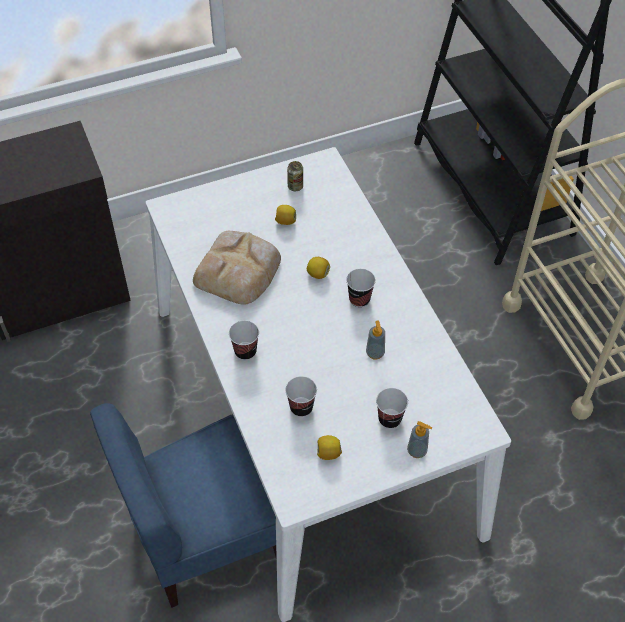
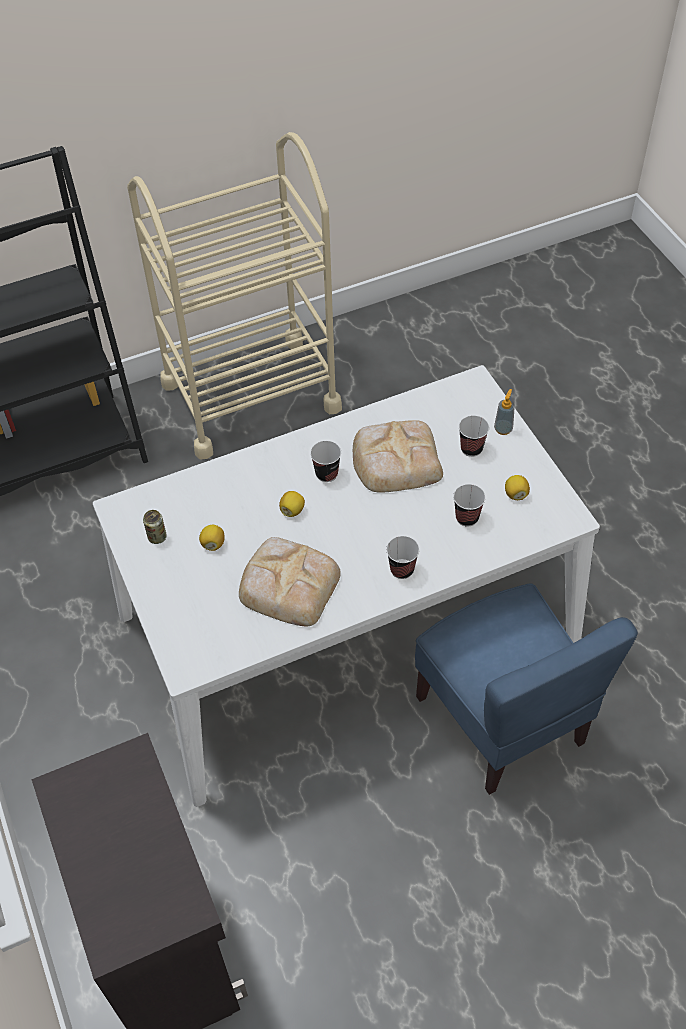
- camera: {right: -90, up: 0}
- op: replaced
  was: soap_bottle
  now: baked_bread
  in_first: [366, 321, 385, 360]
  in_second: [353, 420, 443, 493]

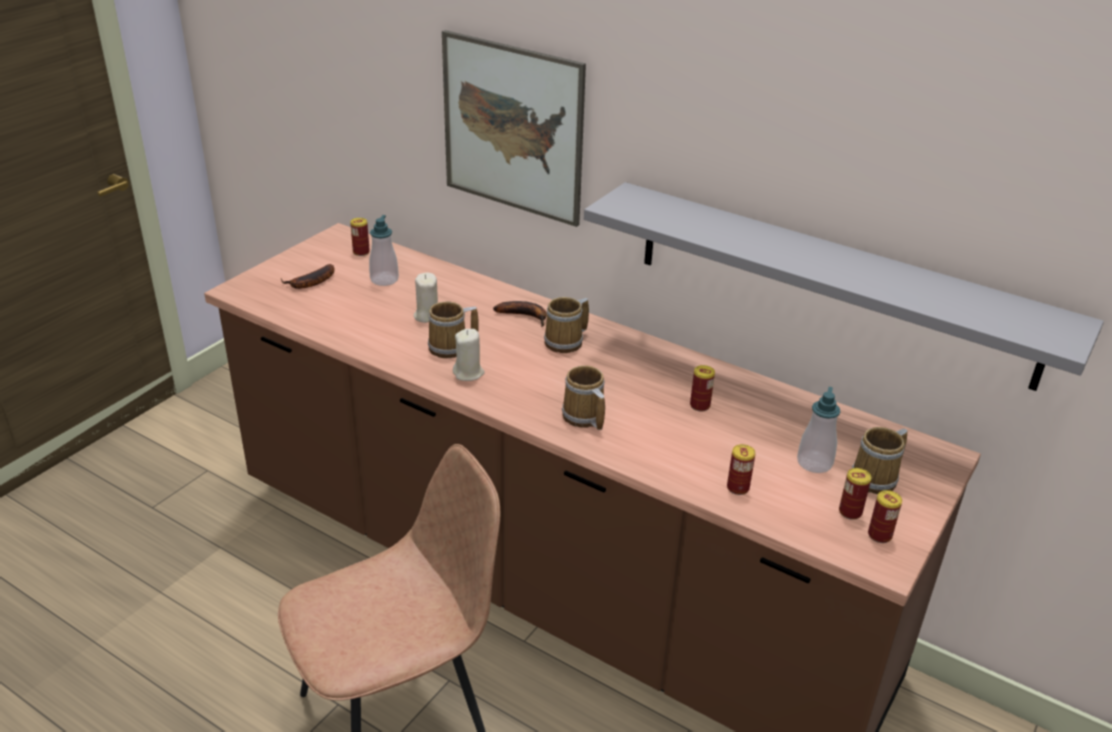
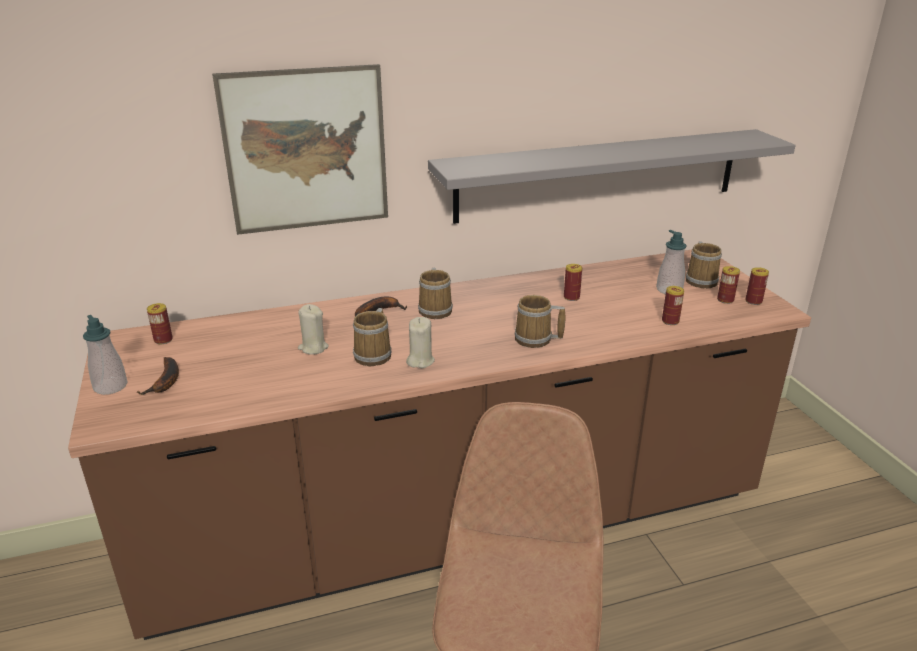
- camera: {right: -50, up: -5}
- op: moved
  was: soap_bottle
  in_first: [369, 215, 399, 286]
  in_second: [83, 315, 128, 395]

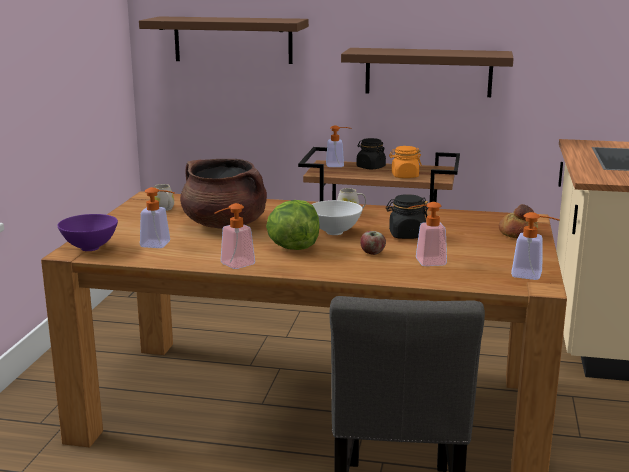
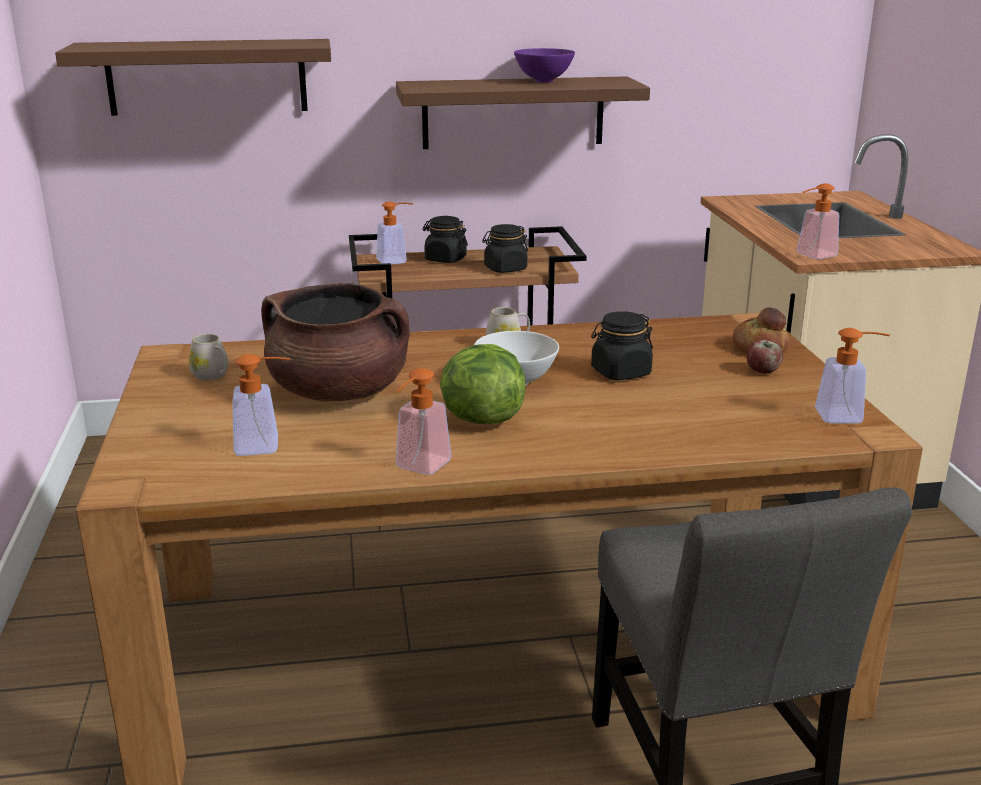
- camera: {right: -20, up: 5}
- op: moved
  was: purple-coloured_bowl
  in_first: [57, 214, 118, 251]
  in_second: [514, 48, 575, 83]
- op: moved
  was: apple_fruit
  in_first: [360, 231, 386, 255]
  in_second: [747, 340, 783, 374]
- op: moved
  was: soap_bottle
  in_first: [408, 202, 447, 266]
  in_second: [797, 183, 839, 259]
- op: recoloured
  was: orange-coloured_storage_jar
  now: black-coloured_storage_jar
  in_first: [389, 146, 422, 178]
  in_second: [482, 224, 528, 273]

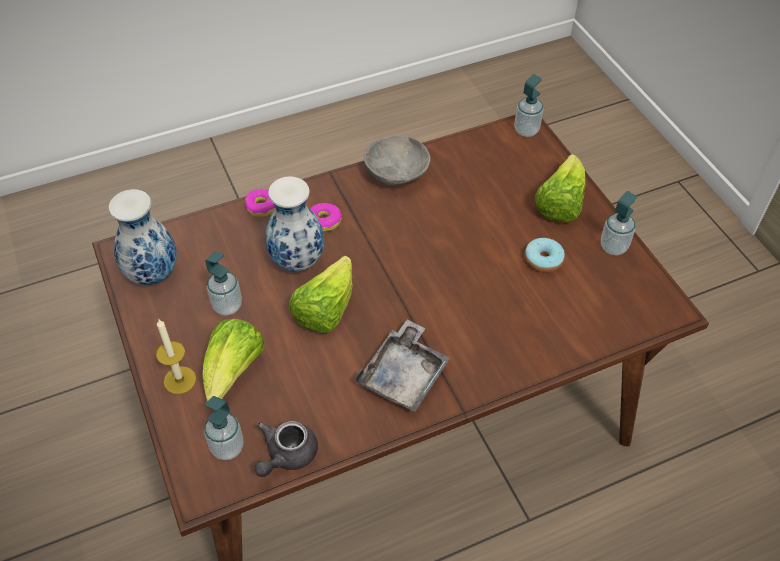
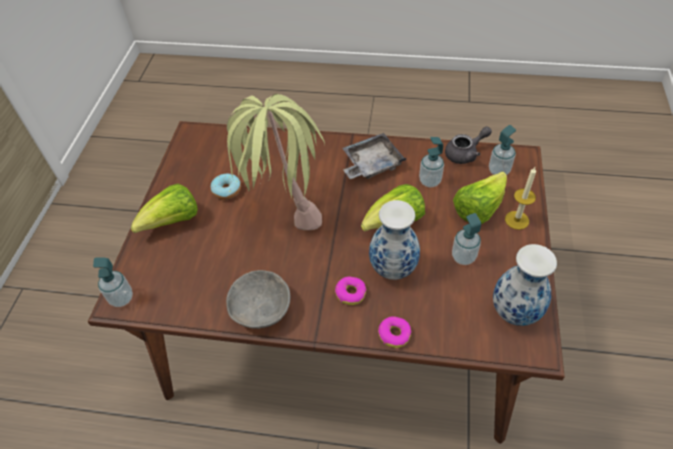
- camera: {right: -145, up: 0}
- op: added
  now: houseplant
  in_second: [227, 94, 325, 230]
- op: moved
  was: soap_bottle
  in_first: [601, 191, 637, 255]
  in_second: [419, 137, 444, 187]

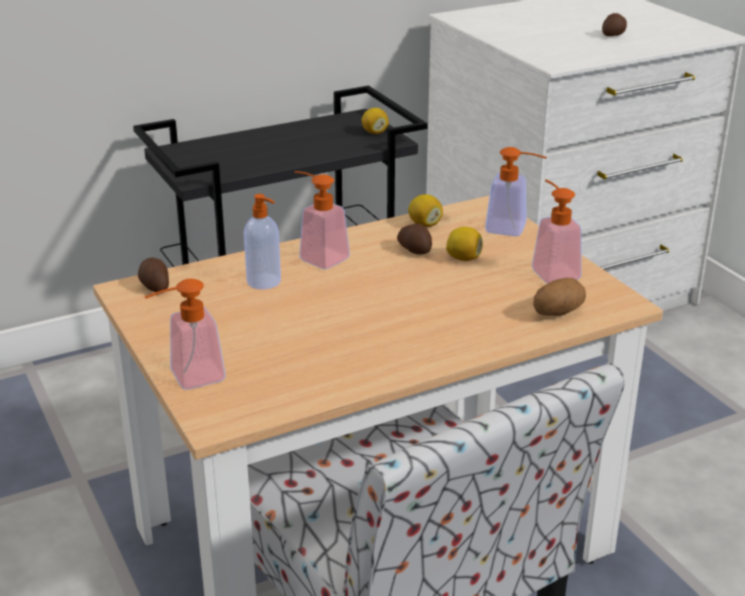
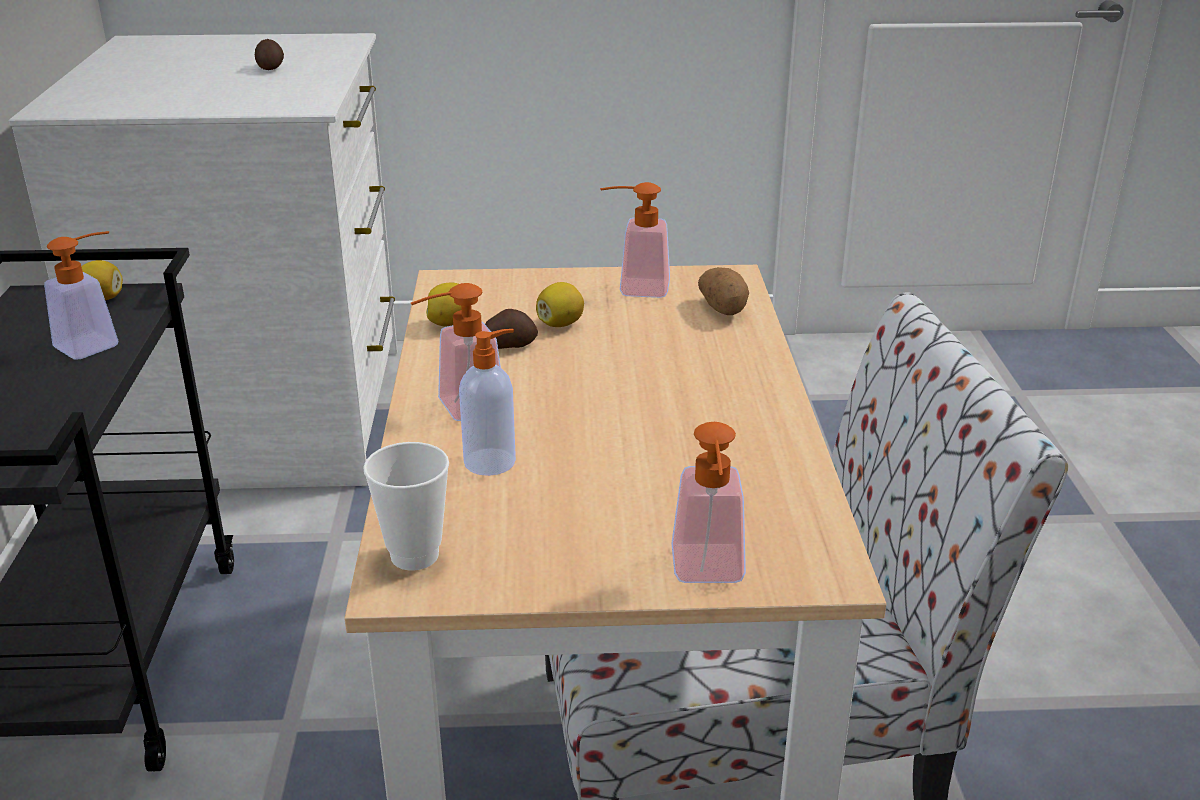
- camera: {right: -65, up: 0}
- op: moved
  was: soap_bottle
  in_first: [485, 147, 547, 236]
  in_second: [44, 231, 118, 360]
- op: replaced
  was: spud
  now: small_cup
  in_first: [138, 257, 169, 292]
  in_second: [363, 442, 449, 570]

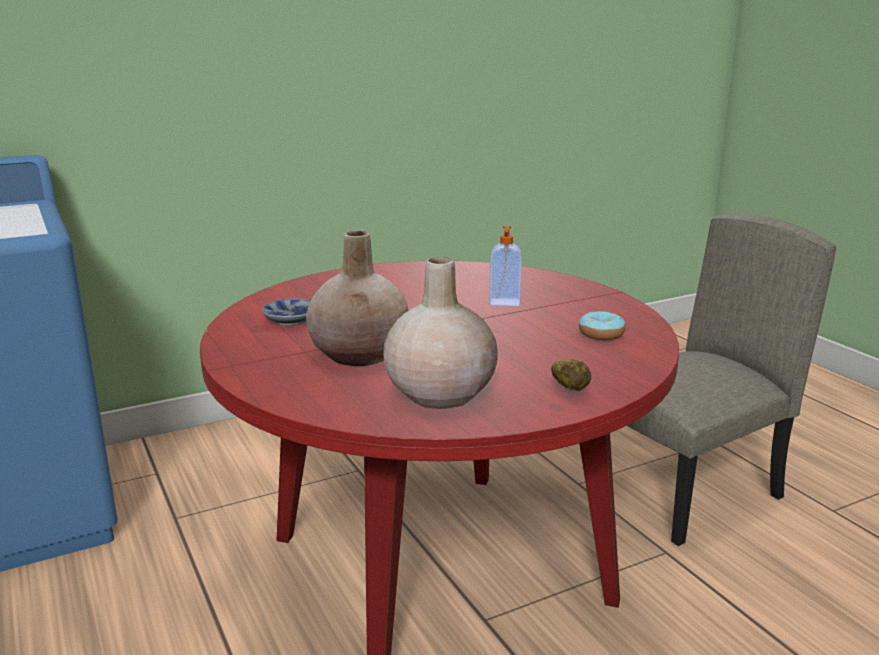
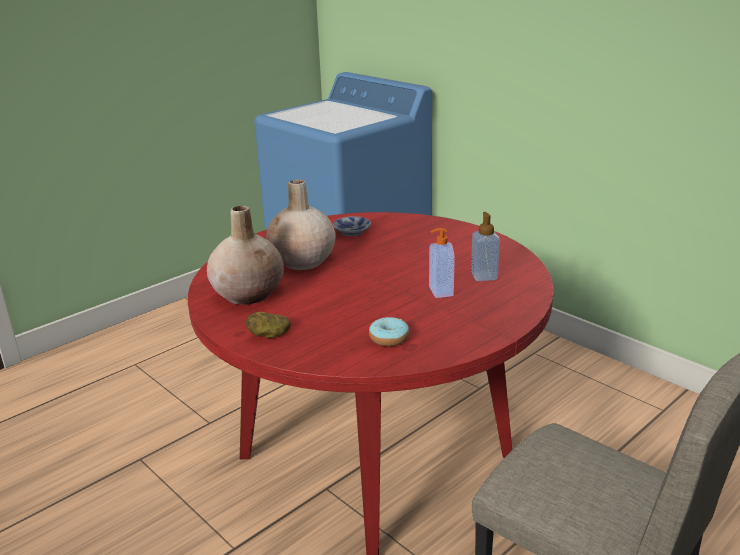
- camera: {right: 75, up: 5}
- op: added
  now: soap_bottle
  in_second: [471, 212, 500, 281]

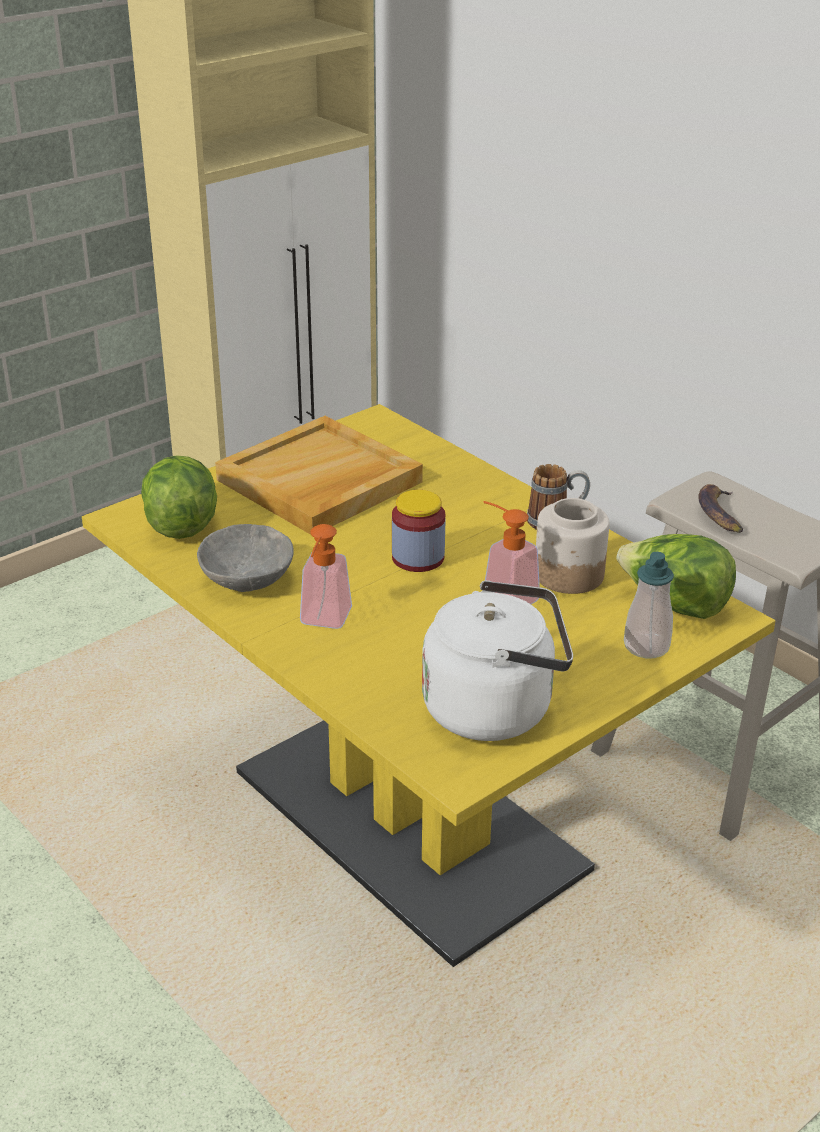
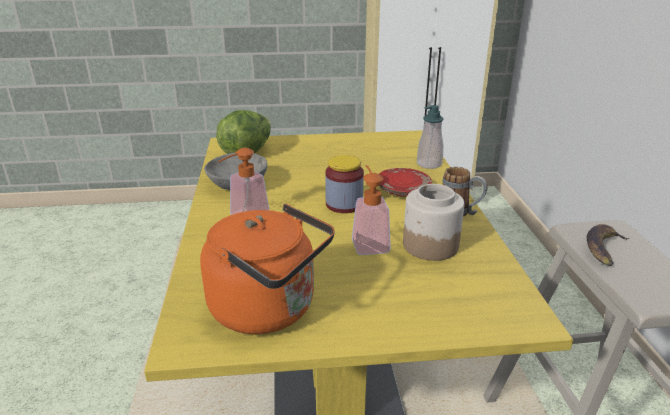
- camera: {right: 35, up: -5}
- op: removed
  was: sand-coloured_carrying_tray
  in_first: [215, 416, 423, 535]
- op: removed
  was: head_of_lettuce
  in_first: [617, 534, 736, 619]
- op: added
  now: red_plate
  in_second: [379, 168, 432, 197]
- op: moved
  was: soap_bottle
  in_first: [624, 552, 674, 658]
  in_second: [417, 105, 444, 169]
- op: recoloured
  was: white_water_kettle
  now: orange-coloured_water_kettle
  in_first: [422, 580, 573, 741]
  in_second: [200, 204, 335, 334]

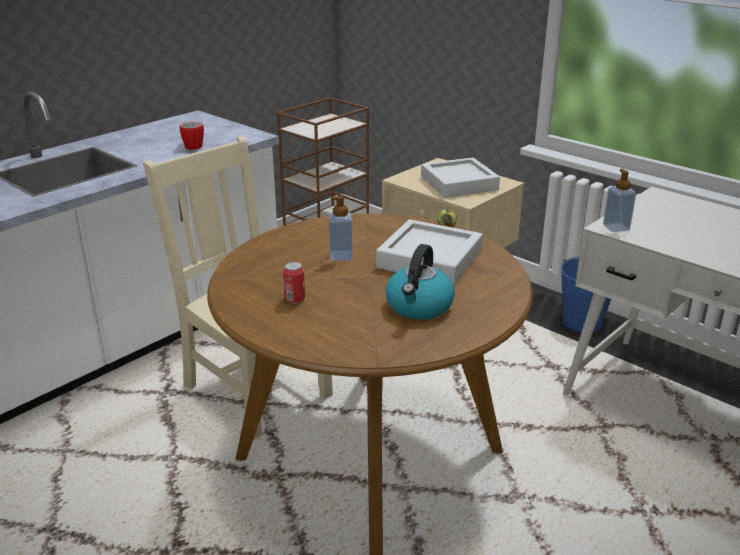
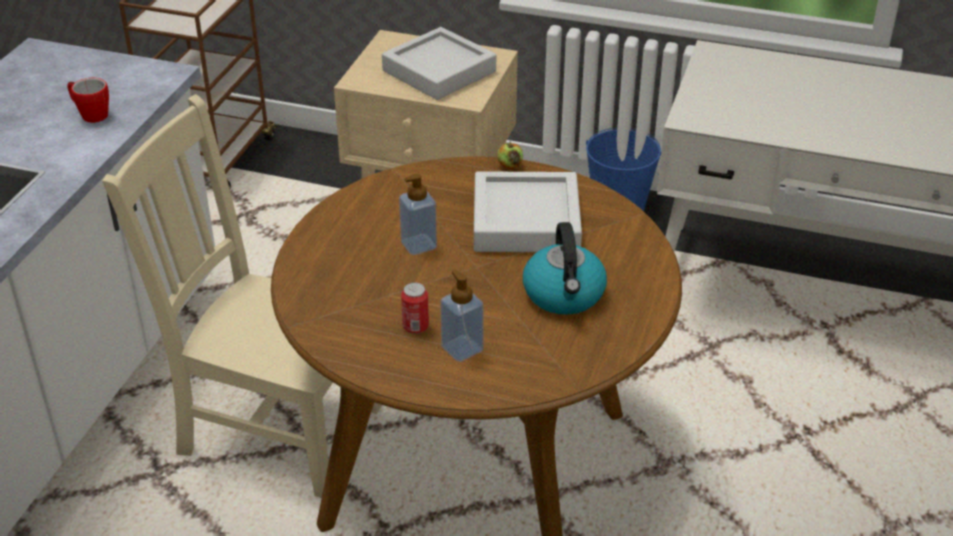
- camera: {right: -25, up: 10}
- op: moved
  was: soap_bottle
  in_first: [603, 169, 636, 232]
  in_second: [440, 270, 484, 362]

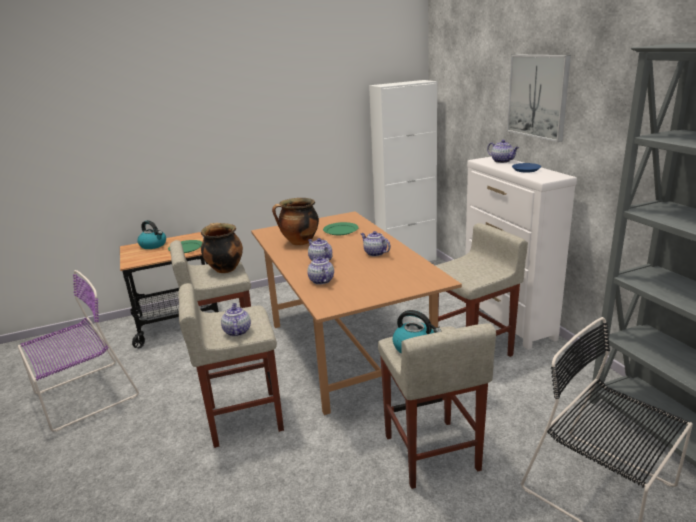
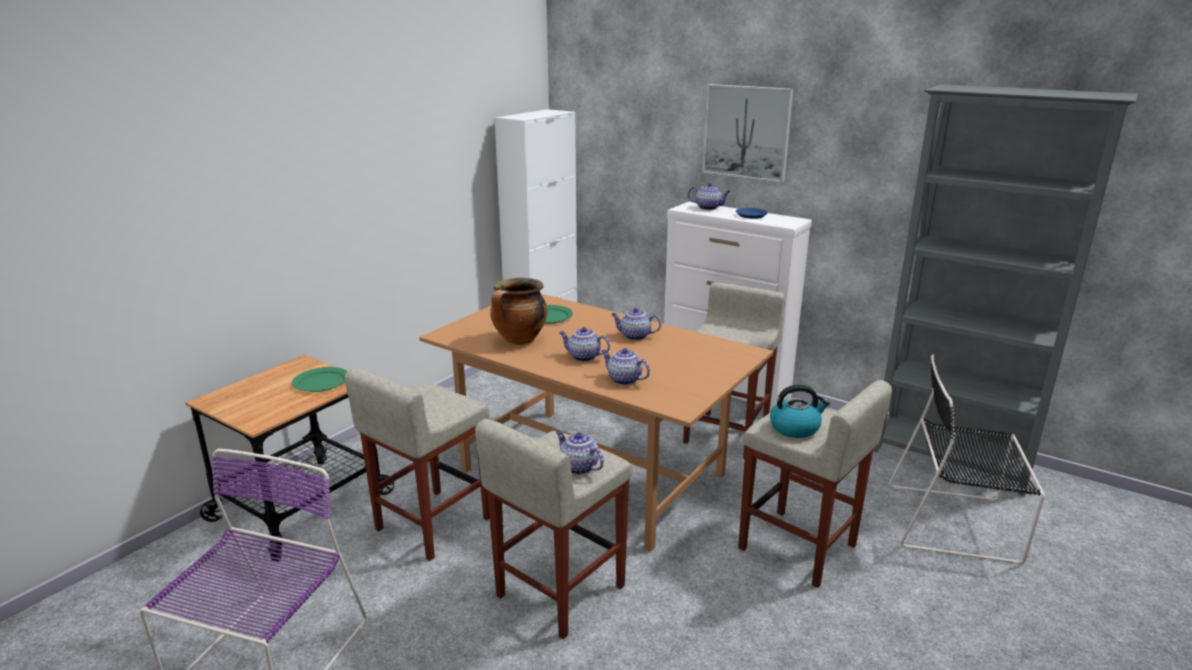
- camera: {right: -35, up: 0}
- op: removed
  was: water_kettle
  in_first: [138, 220, 166, 249]
- op: removed
  was: saucepot
  in_first: [201, 223, 243, 273]

